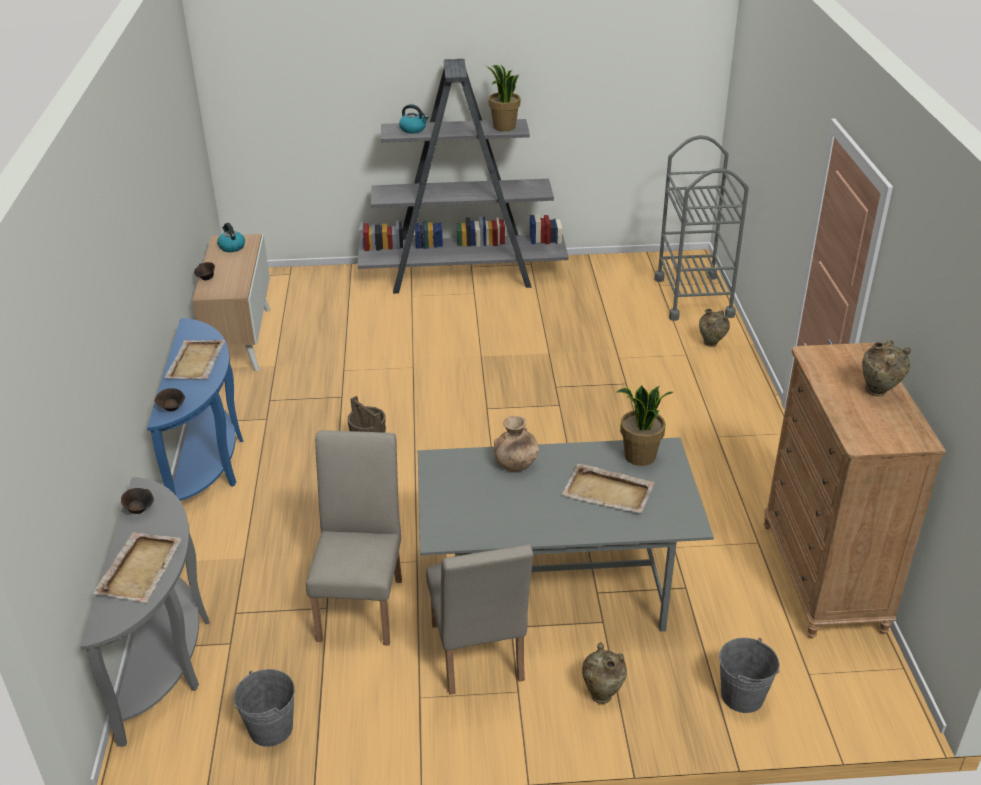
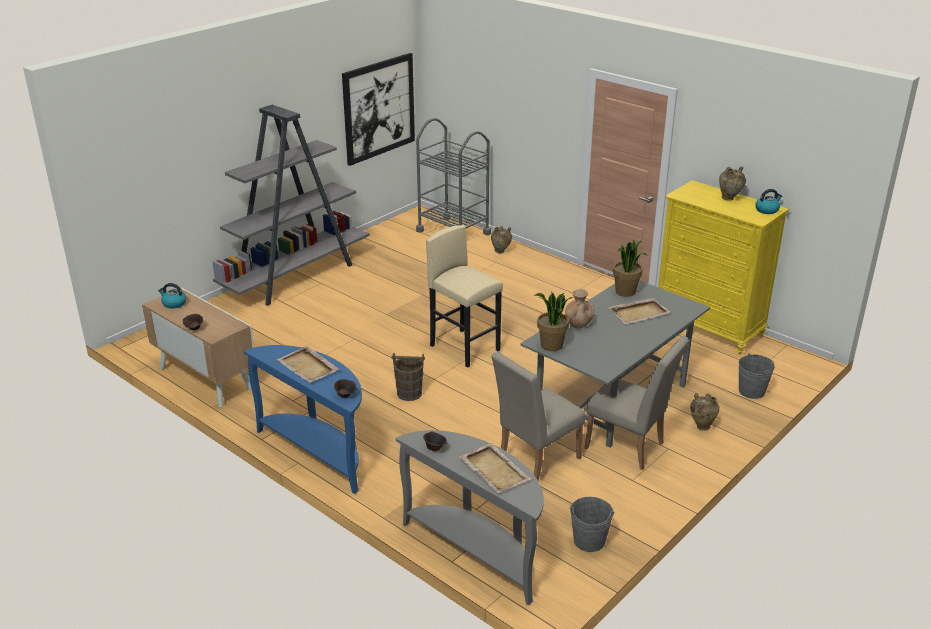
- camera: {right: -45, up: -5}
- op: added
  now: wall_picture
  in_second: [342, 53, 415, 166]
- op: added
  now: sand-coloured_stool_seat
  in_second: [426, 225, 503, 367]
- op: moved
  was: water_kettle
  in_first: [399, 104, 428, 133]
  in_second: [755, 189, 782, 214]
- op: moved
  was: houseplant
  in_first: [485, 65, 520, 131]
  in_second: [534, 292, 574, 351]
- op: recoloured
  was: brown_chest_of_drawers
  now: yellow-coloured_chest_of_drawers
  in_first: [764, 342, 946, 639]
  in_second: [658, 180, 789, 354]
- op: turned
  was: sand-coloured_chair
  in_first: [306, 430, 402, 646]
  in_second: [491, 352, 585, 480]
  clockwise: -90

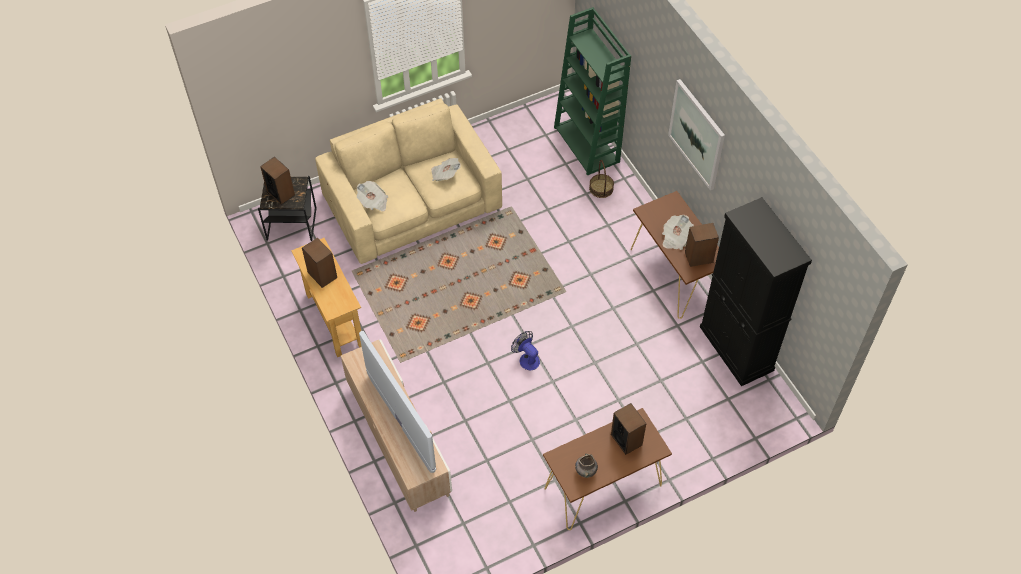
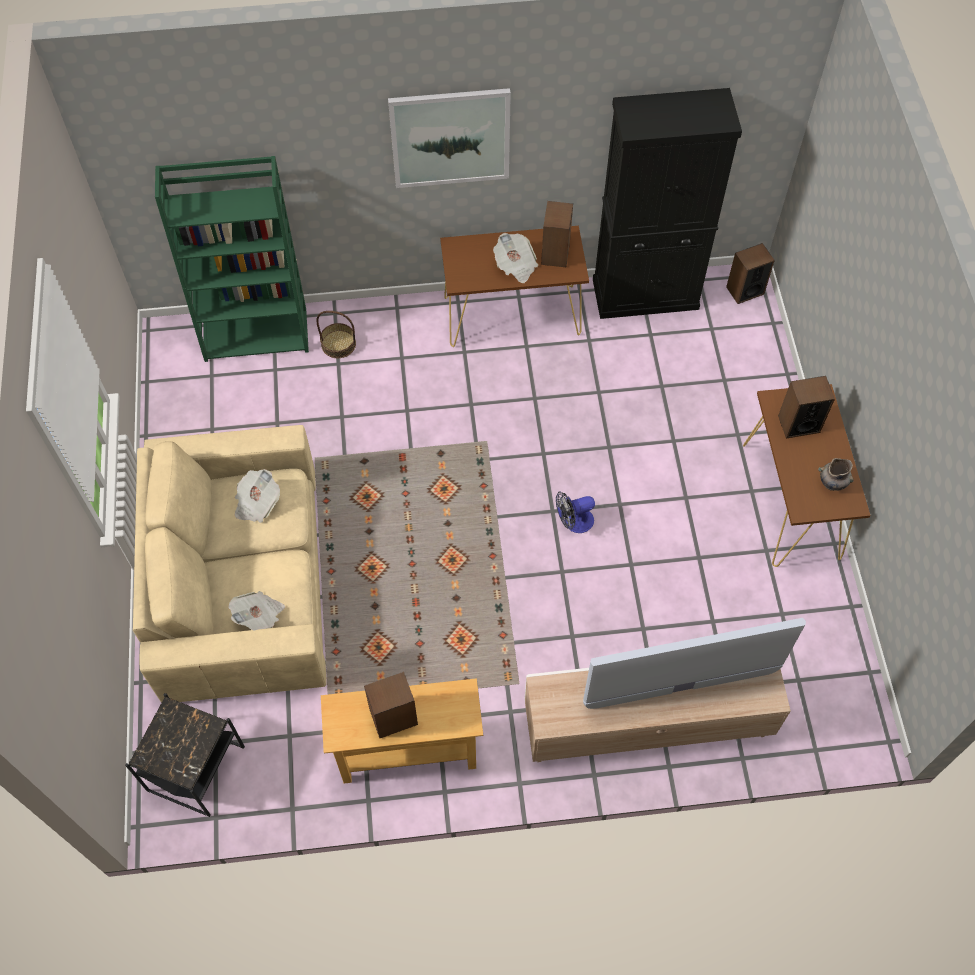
- camera: {right: -70, up: 5}
- op: moved
  was: speaker
  in_first: [260, 157, 295, 205]
  in_second: [726, 243, 775, 304]

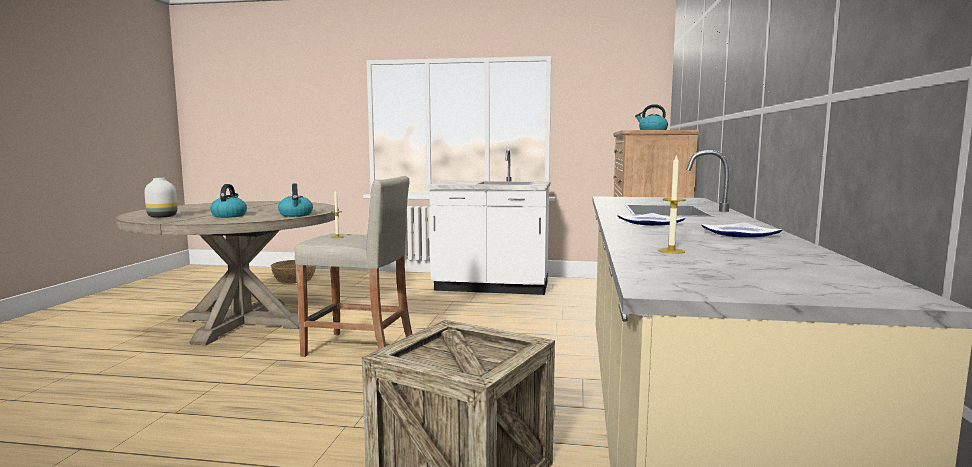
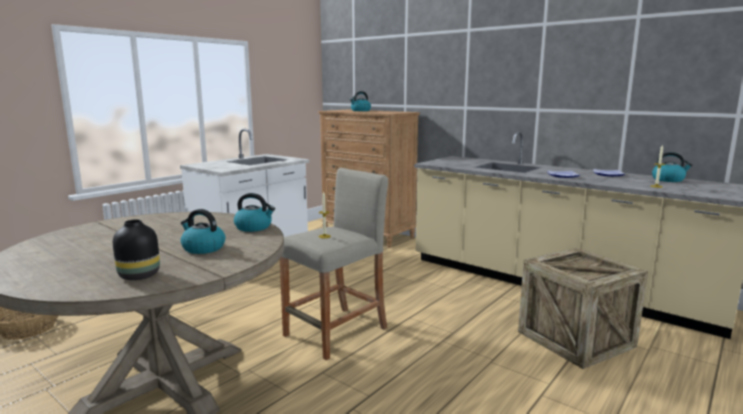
- camera: {right: -60, up: 5}
- op: added
  now: water_kettle
  in_second: [652, 152, 693, 182]
- op: recoloured
  was: white_vase
  now: black-coloured_vase
  in_first: [145, 178, 177, 218]
  in_second: [113, 219, 160, 280]

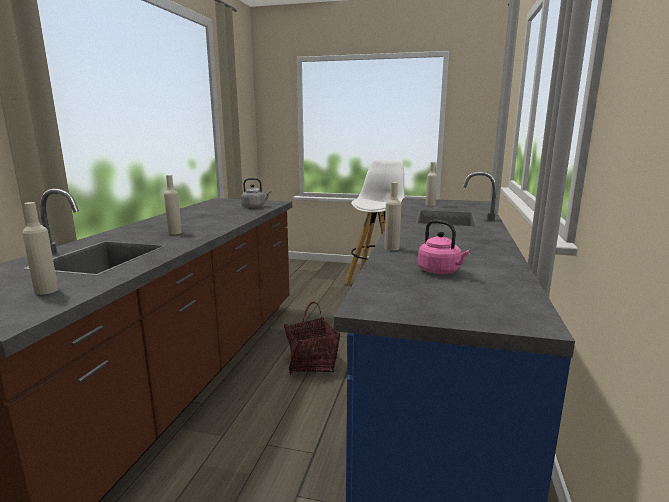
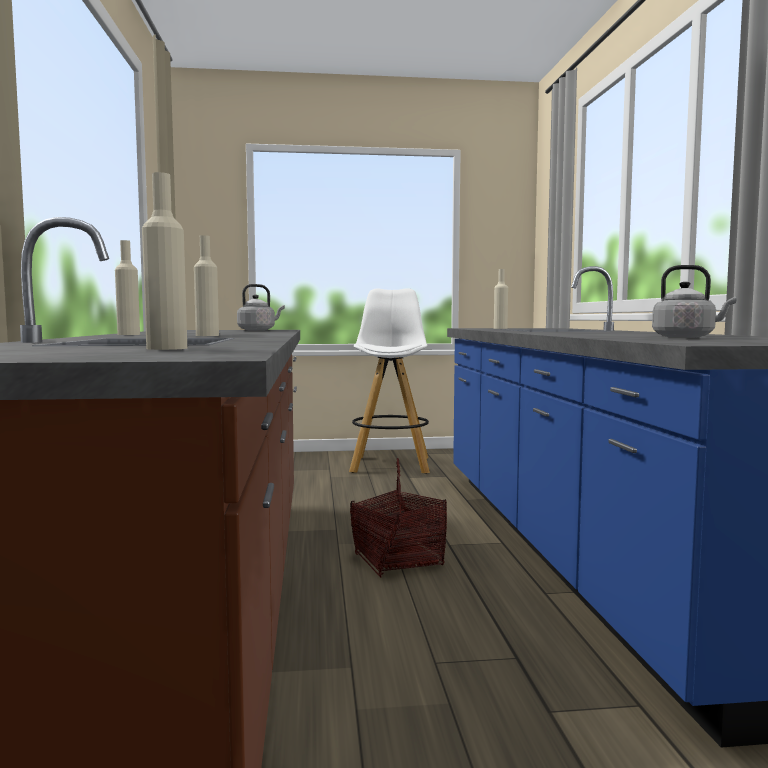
- camera: {right: -20, up: -10}
- op: moved
  was: sand-coloured_bottle
  in_first: [384, 182, 401, 251]
  in_second: [115, 240, 140, 335]
- op: recoloured
  was: pink_water_kettle
  now: greyish_water_kettle
  in_first: [418, 220, 470, 274]
  in_second: [652, 265, 736, 338]

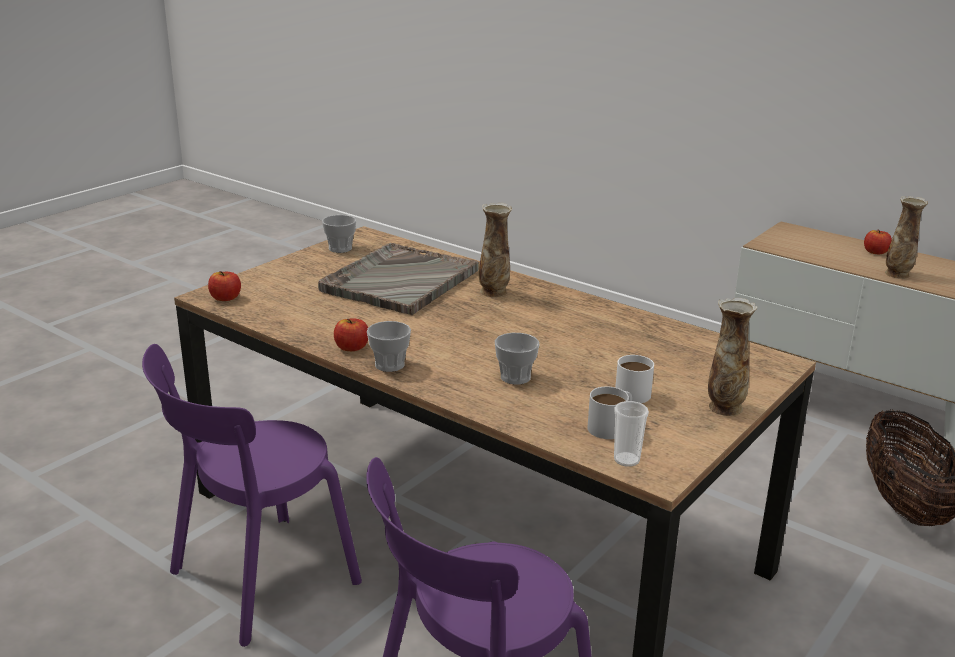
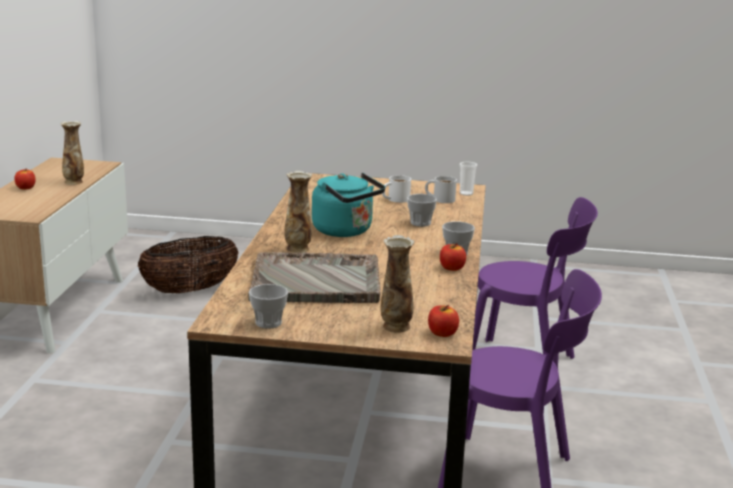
- camera: {right: -120, up: -5}
- op: added
  now: turquoise-coloured_water_kettle
  in_second: [312, 173, 385, 237]
- op: moved
  was: vase
  in_first: [708, 298, 757, 416]
  in_second: [381, 235, 415, 333]

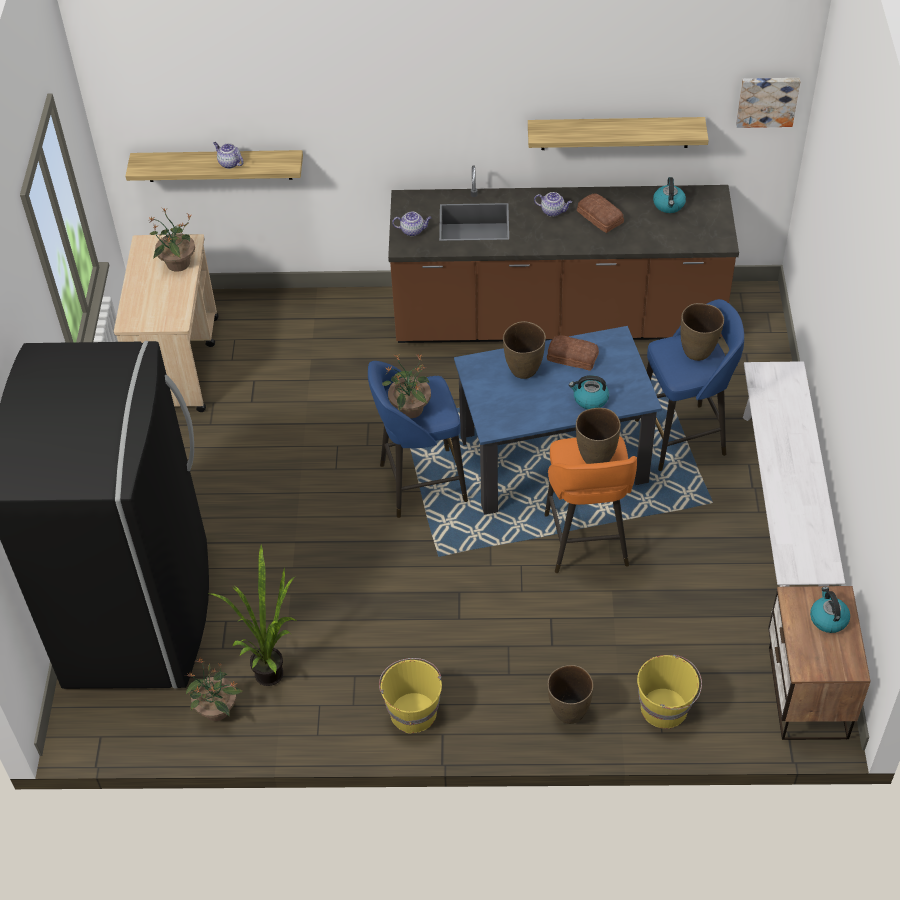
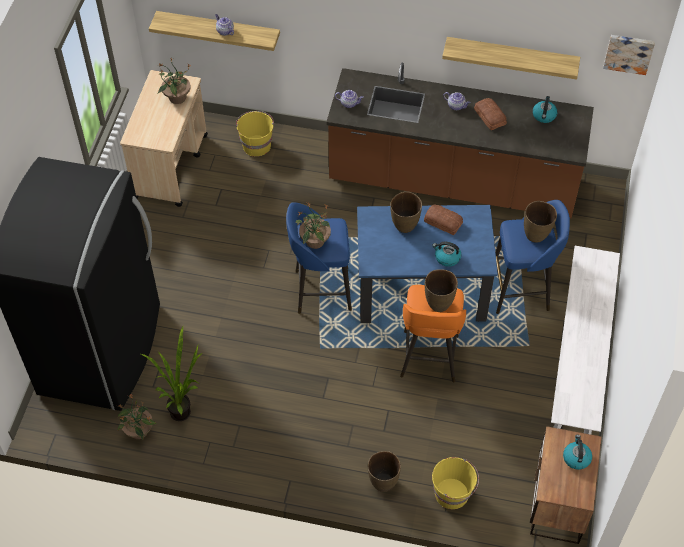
- camera: {right: 10, up: 5}
- op: moved
  was: yellow-coloured_water_bucket
  in_first: [379, 658, 442, 734]
  in_second: [236, 111, 274, 157]

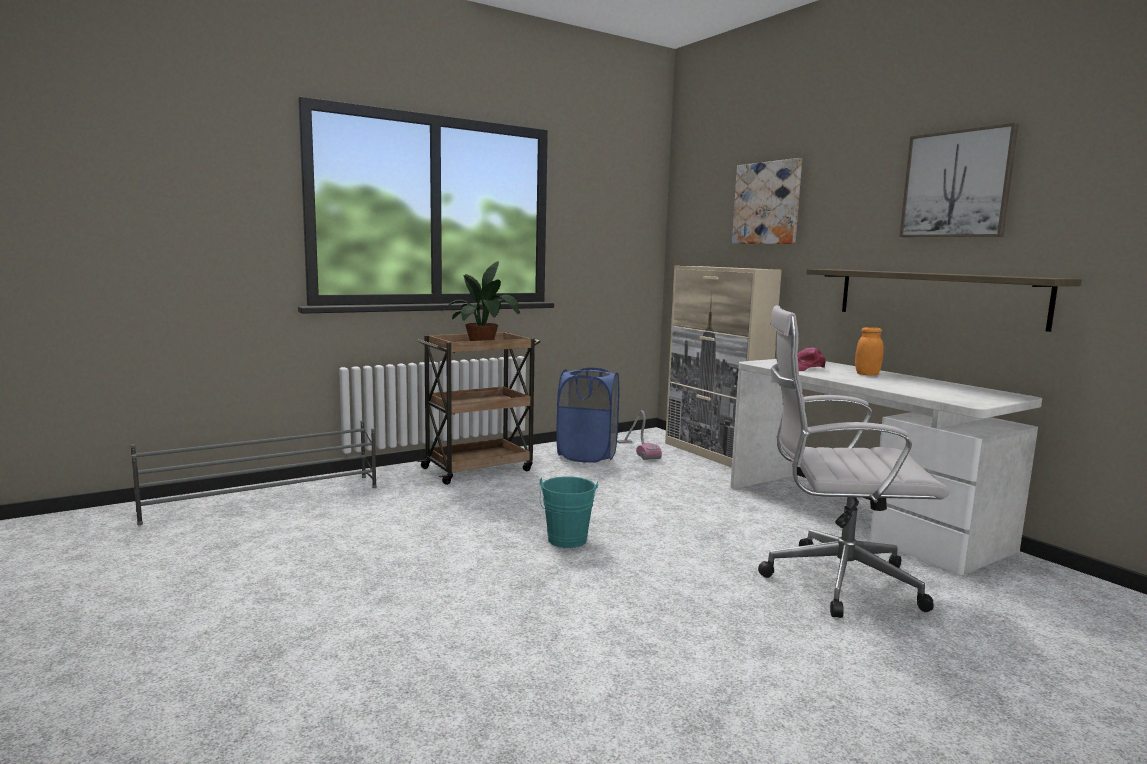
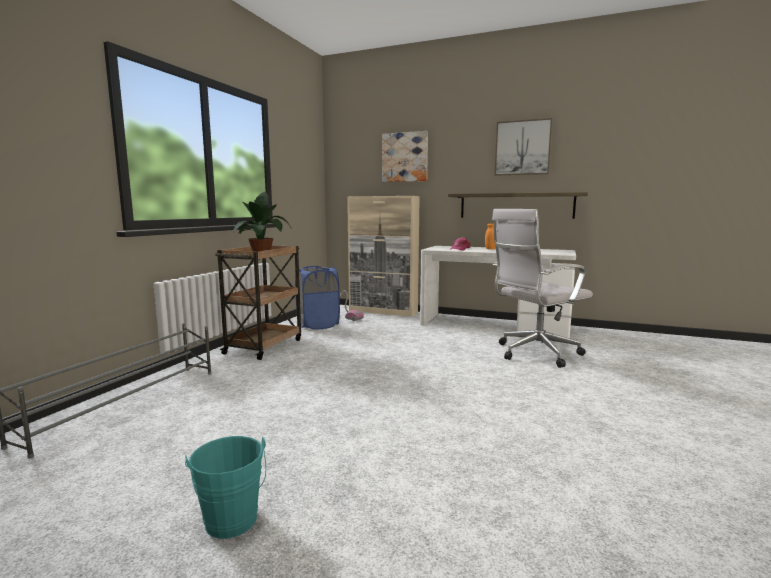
- camera: {right: -35, up: 0}
- op: moved
  was: turquoise-coloured_water_bucket
  in_first: [539, 476, 598, 548]
  in_second: [185, 436, 266, 539]

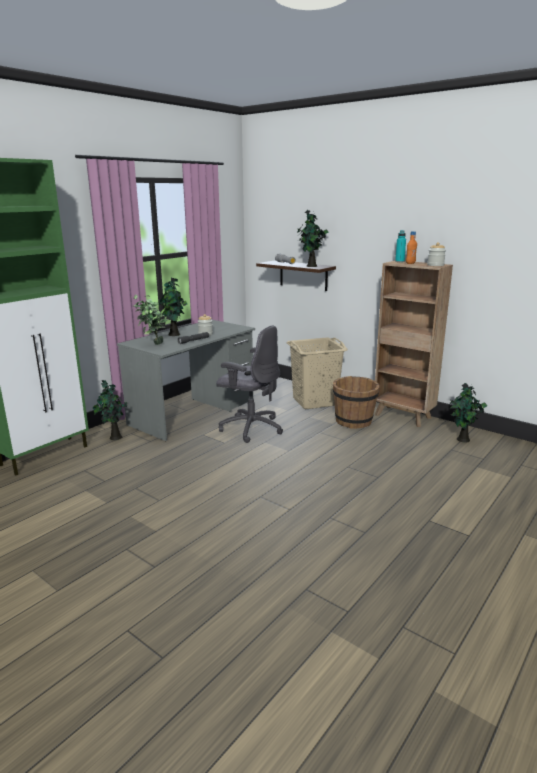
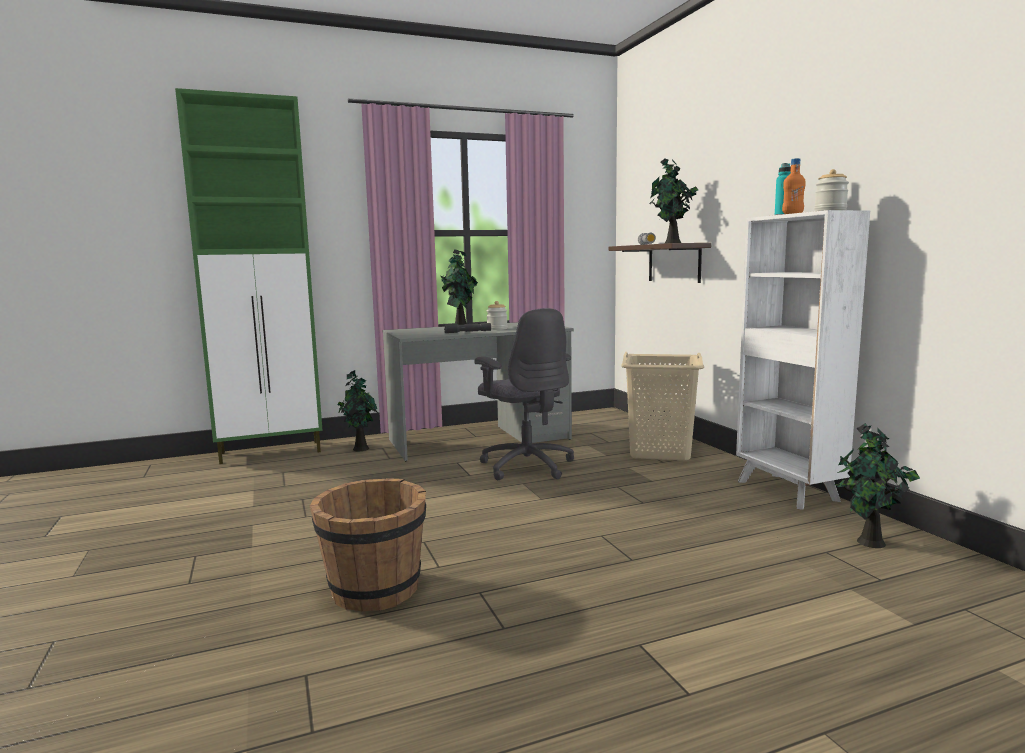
- camera: {right: 30, up: -10}
- op: removed
  was: houseplant
  in_first: [133, 295, 168, 345]
- op: moved
  was: brown_water_bucket
  in_first: [333, 376, 380, 429]
  in_second: [310, 478, 426, 611]
- op: recoloured
  was: brown_shelving_unit
  now: white_shelving_unit
  in_first: [375, 261, 453, 427]
  in_second: [736, 210, 870, 510]

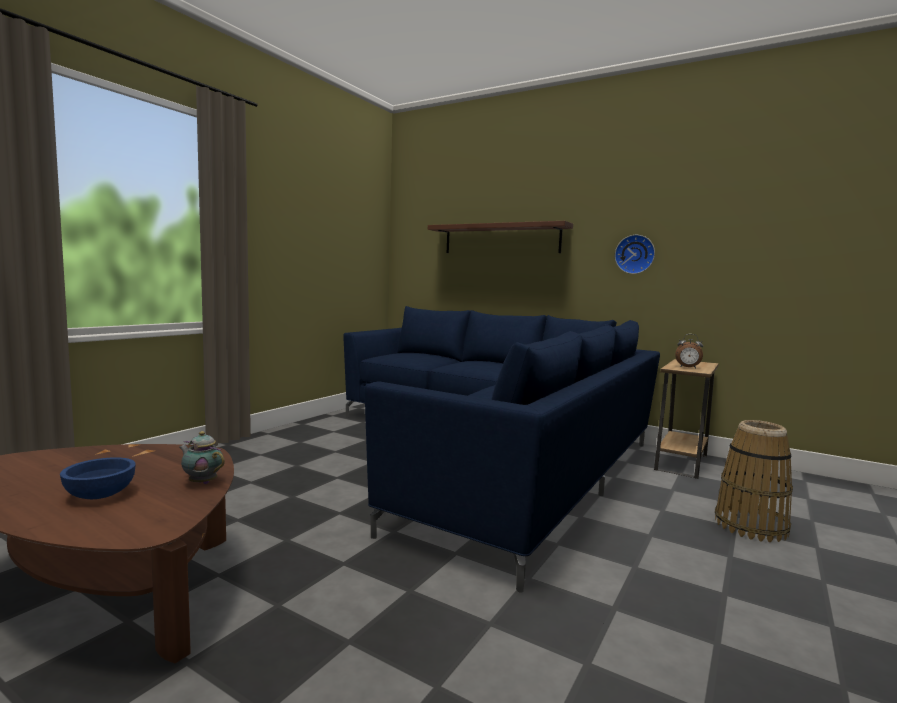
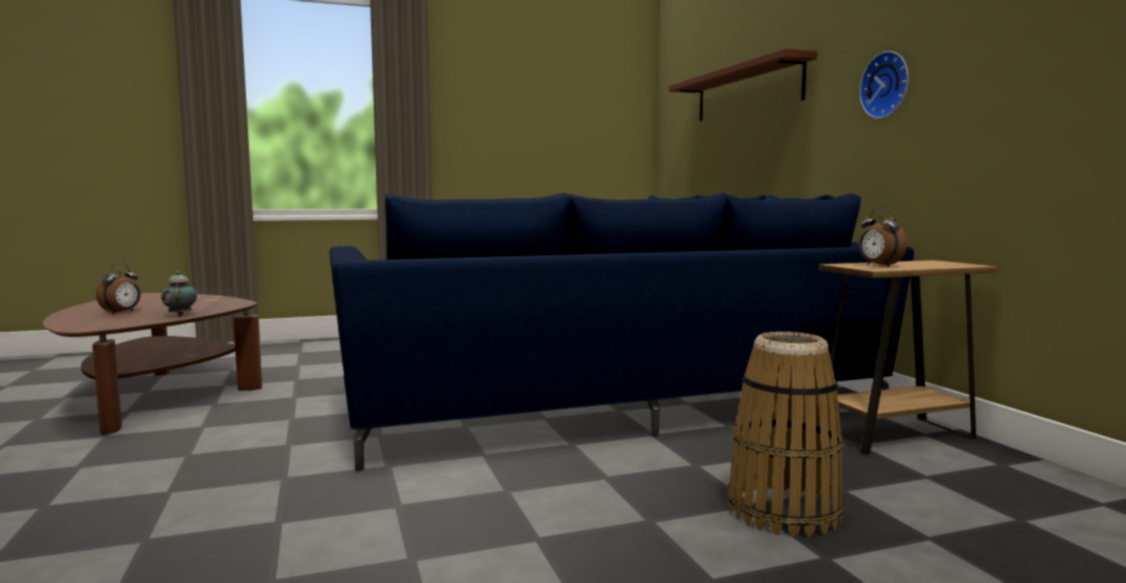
- camera: {right: 40, up: 0}
- op: replaced
  was: bluish_bowl
  now: alarm_clock
  in_first: [60, 457, 136, 499]
  in_second: [96, 263, 141, 314]

